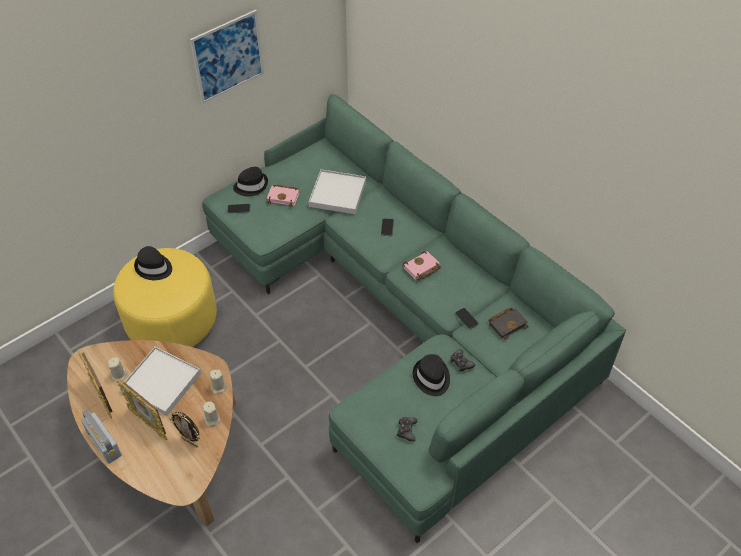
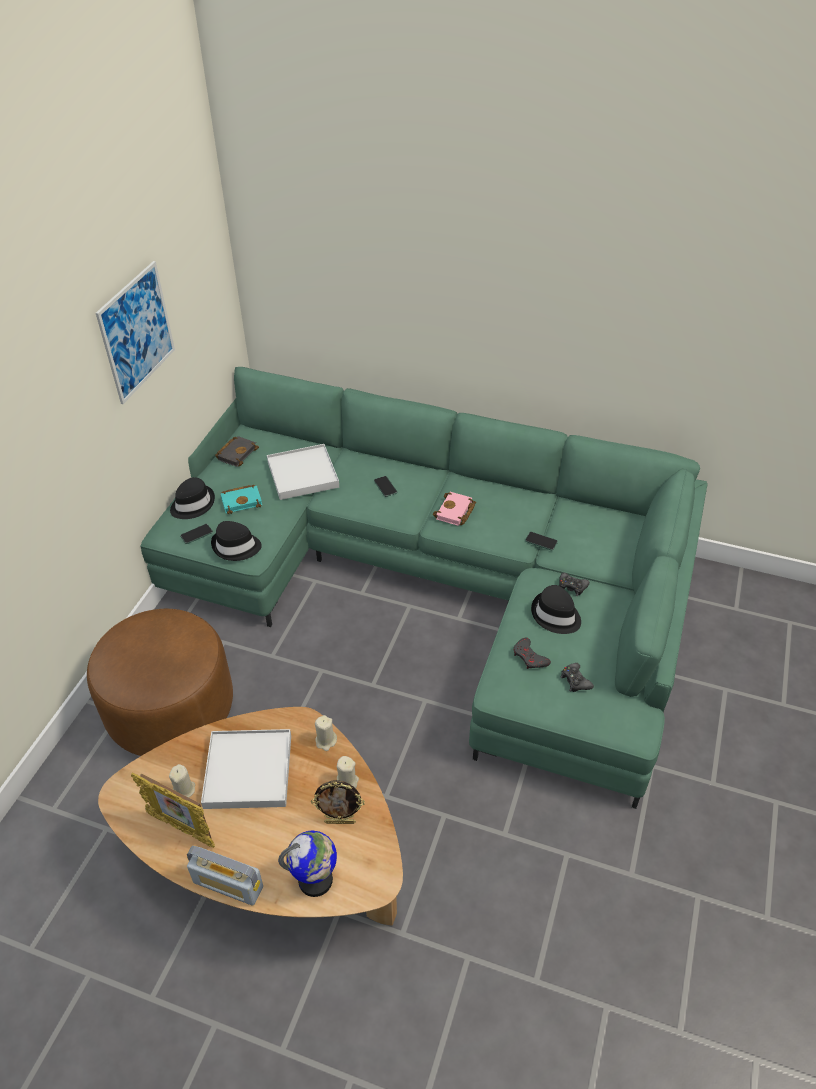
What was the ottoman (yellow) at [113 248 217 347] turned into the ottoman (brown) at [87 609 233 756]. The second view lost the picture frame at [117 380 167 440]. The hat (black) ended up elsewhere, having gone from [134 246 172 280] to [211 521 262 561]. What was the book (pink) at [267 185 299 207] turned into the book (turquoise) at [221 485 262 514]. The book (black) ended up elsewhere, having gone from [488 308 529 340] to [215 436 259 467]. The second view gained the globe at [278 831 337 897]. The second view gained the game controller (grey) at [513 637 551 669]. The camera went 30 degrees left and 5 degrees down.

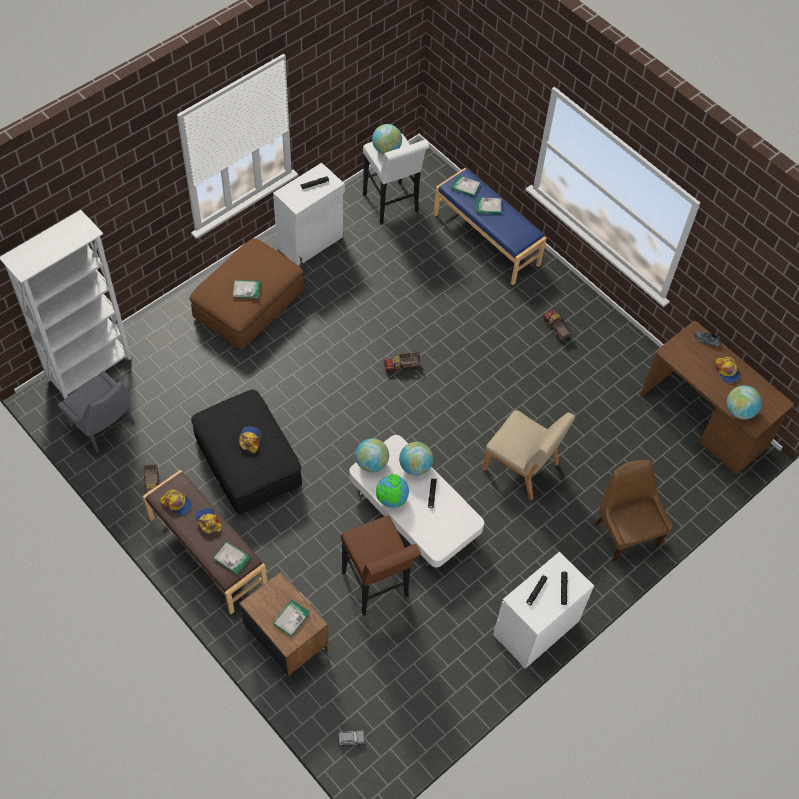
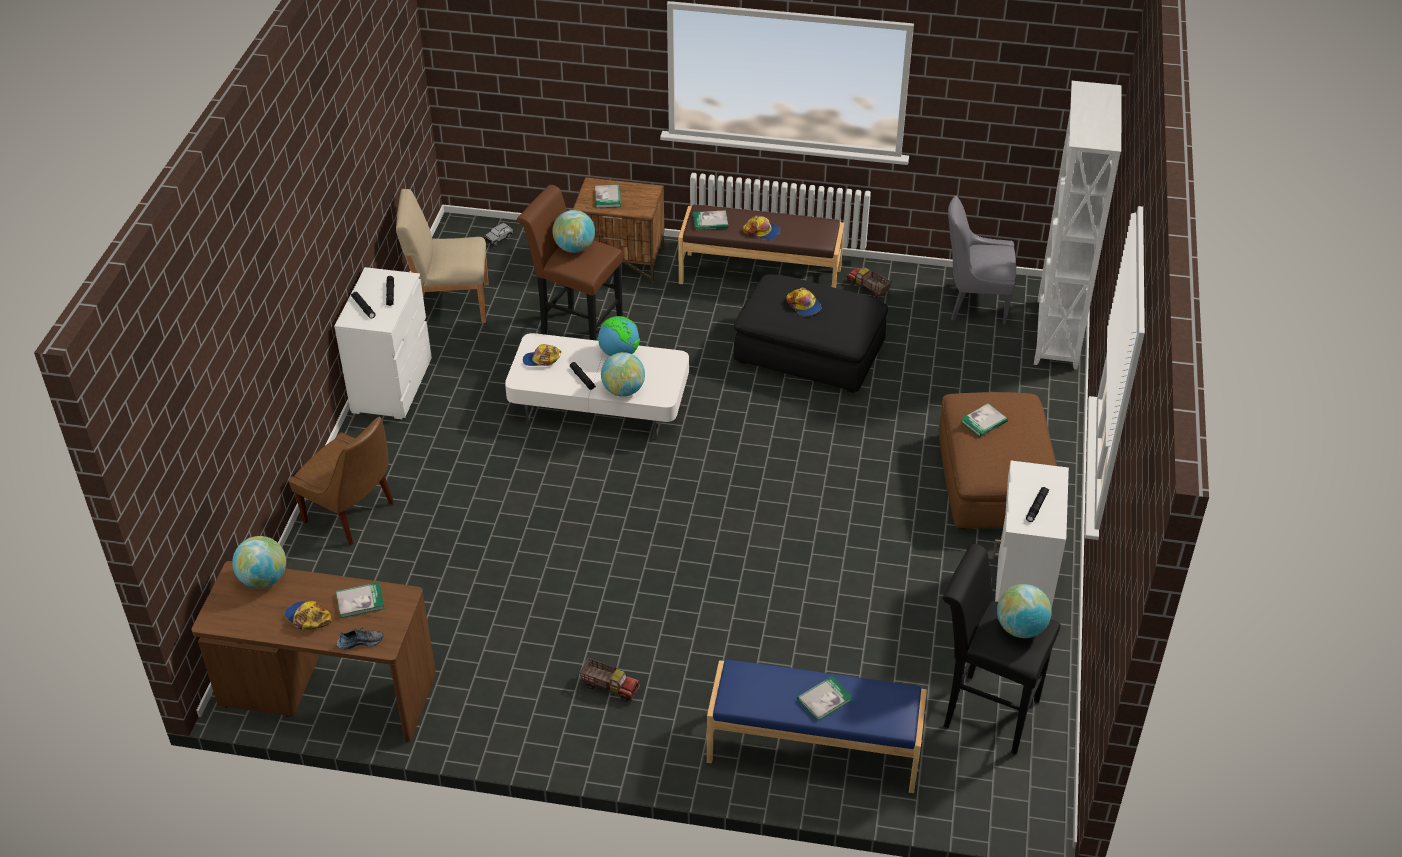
The cap ended up elsewhere, having gone from [160 489 192 516] to [523 344 561 366]. The globe ended up elsewhere, having gone from [355 438 389 472] to [552 210 595 253]. What was the stool (white) at [363 134 429 225] turned into the stool (black) at [943 544 1061 755]. The second view lost the toy truck at [384 352 421 373]. The book ended up elsewhere, having gone from [451 175 480 197] to [336 582 385 618]. The chair (beige) ended up elsewhere, having gone from [483 410 575 500] to [396 189 489 323]. The camera went 145 degrees right and 15 degrees down.

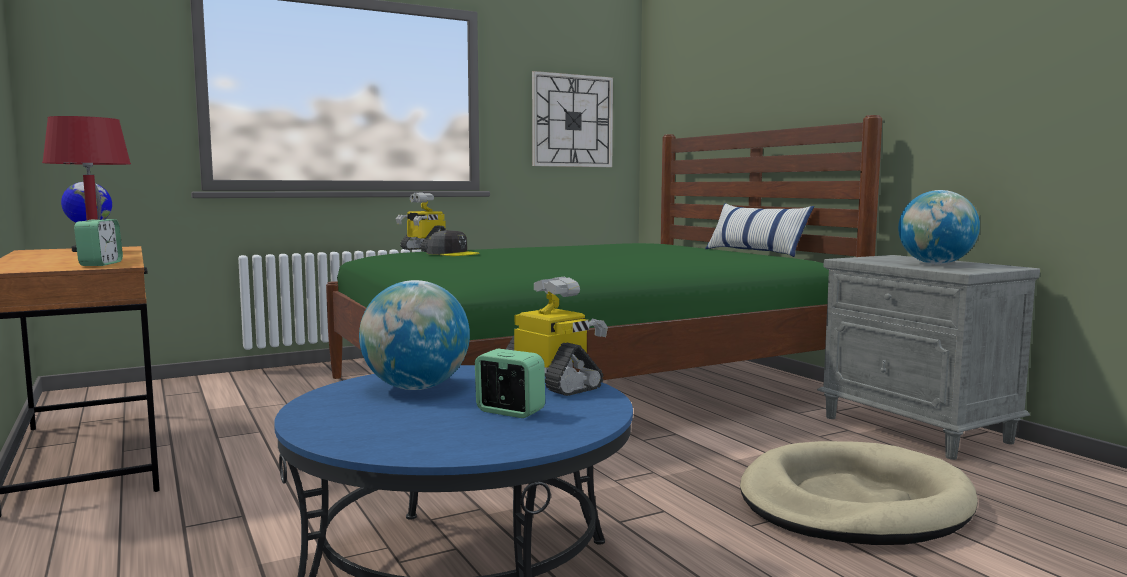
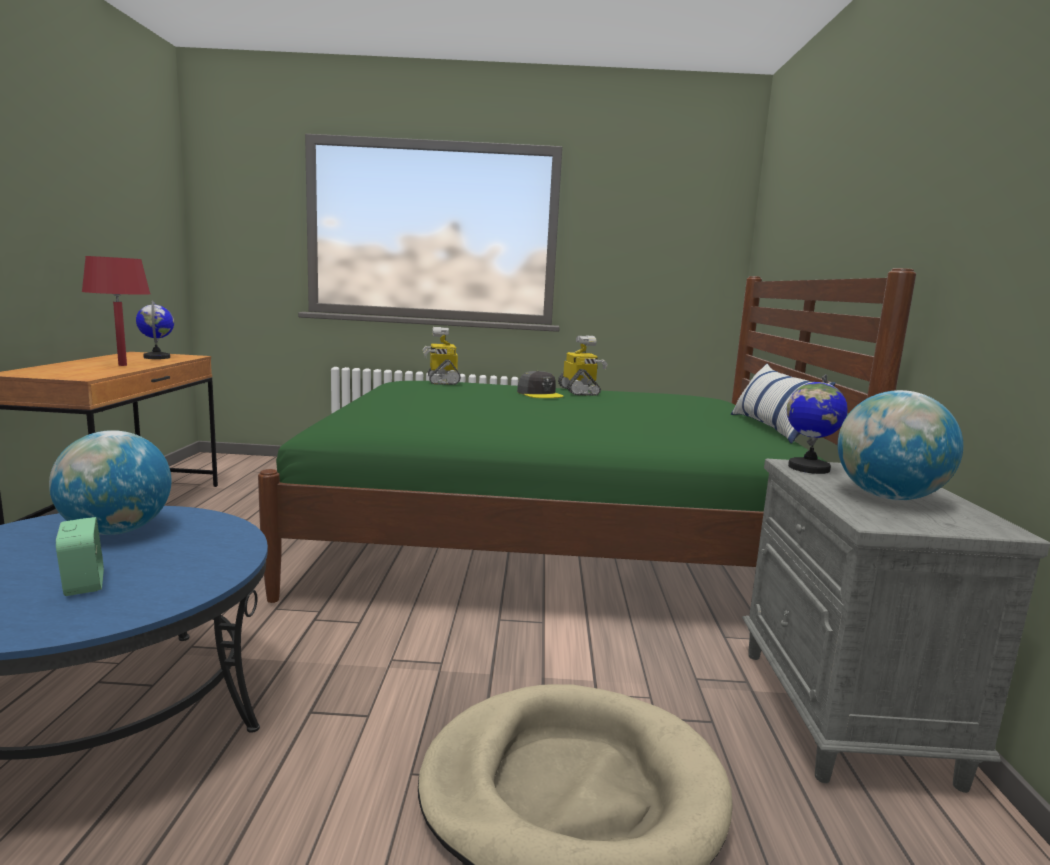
The second view lost the alarm clock at [74 219 123 266]. The cap (grey) ended up elsewhere, having gone from [427 230 480 256] to [517 370 564 398]. The toy robot ended up elsewhere, having gone from [506 276 608 396] to [558 336 608 396]. The second view lost the wall clock at [532 71 613 167]. The second view gained the globe at [787 374 848 474]. The camera went 30 degrees right and 5 degrees up.

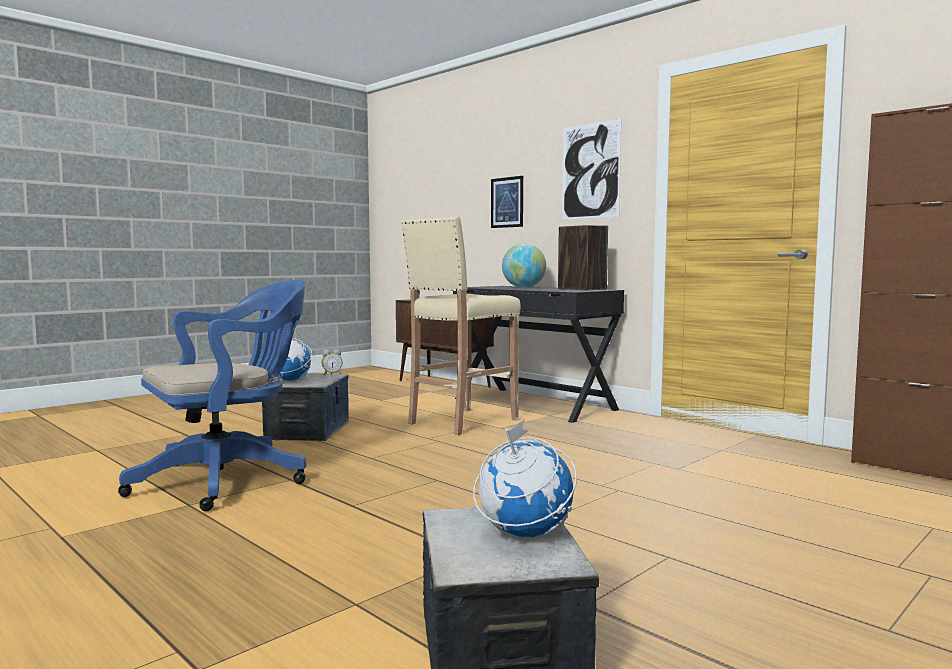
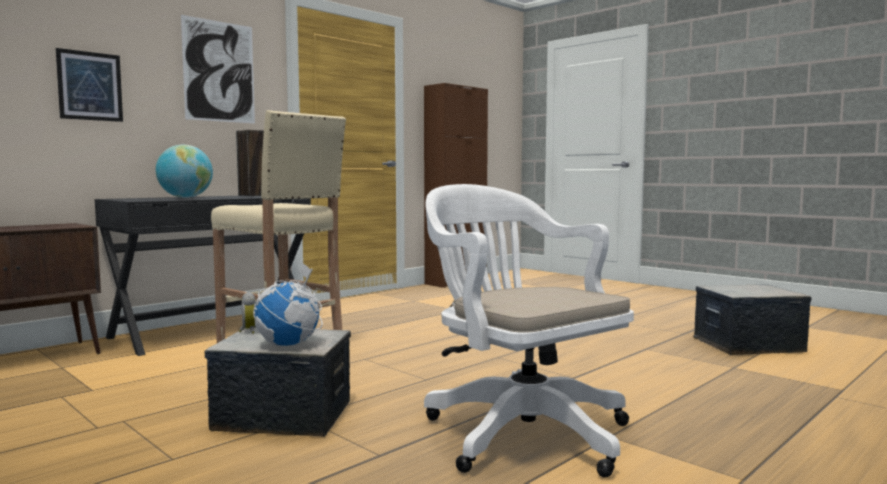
What was the office chair (blue) at [118 280 306 511] turned into the office chair (white) at [424 184 634 478]. The second view lost the globe at [473 419 577 537]. The camera went 90 degrees left and 0 degrees up.

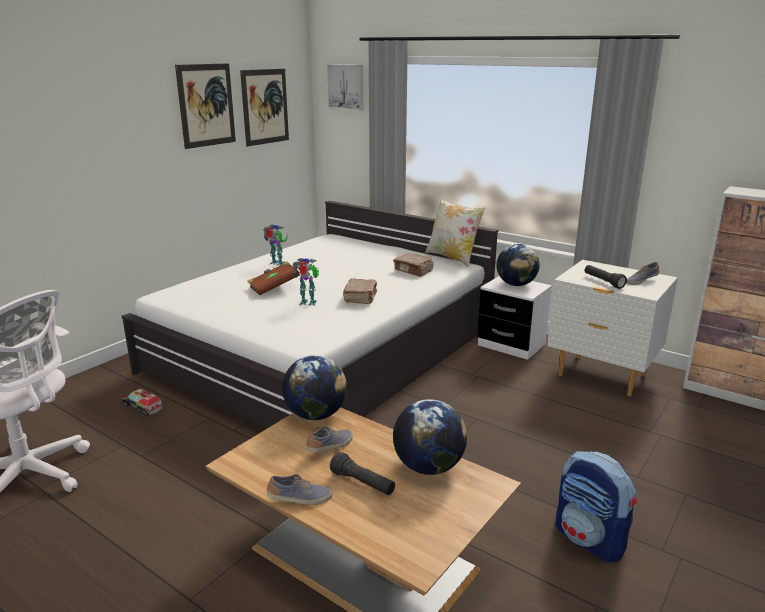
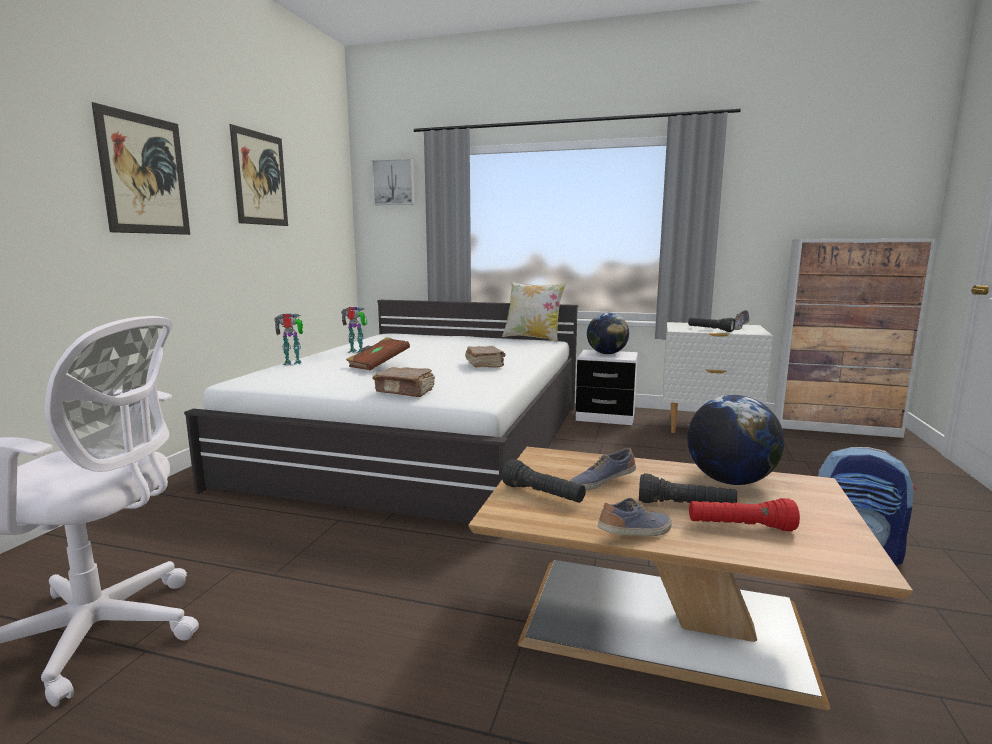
The second view lost the toy truck at [121 389 162 416]. The picture ended up elsewhere, having gone from [240 69 289 146] to [92 102 190 235]. The second view lost the globe at [282 355 347 420]. The toy robot ended up elsewhere, having gone from [293 258 319 306] to [274 314 303 365]. The shoe at [306 426 353 452] ended up facing another way, 135 degrees counterclockwise from before. The book (brown) ended up elsewhere, having gone from [393 253 434 277] to [373 367 435 397]. The second view gained the flashlight (black) at [501 459 586 503]. The second view gained the flashlight (red) at [689 498 800 531]. The camera went 20 degrees left and 10 degrees down.

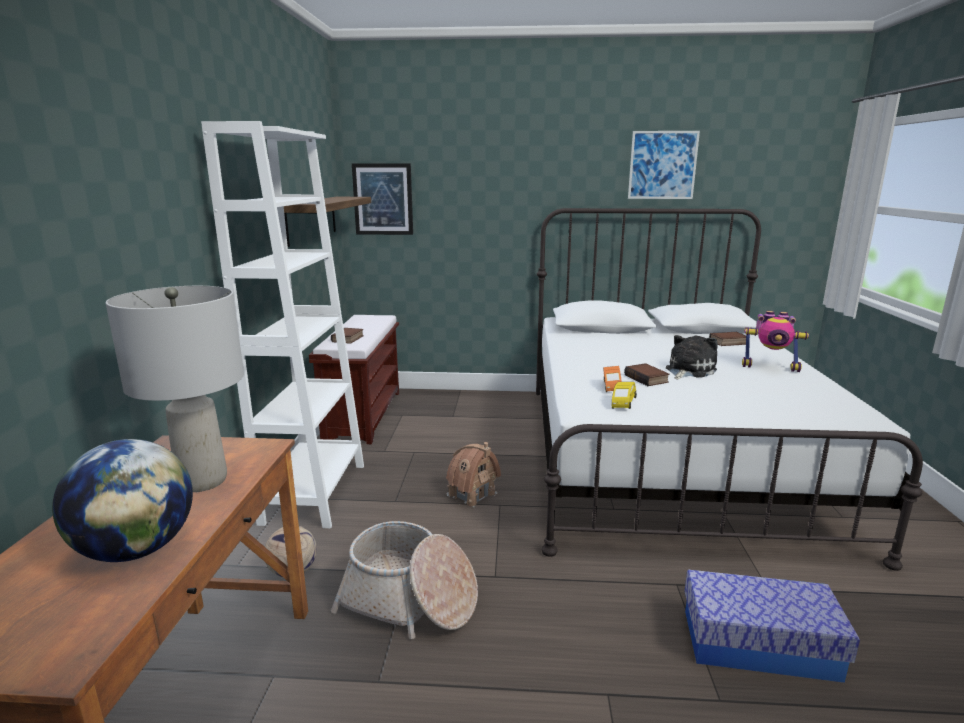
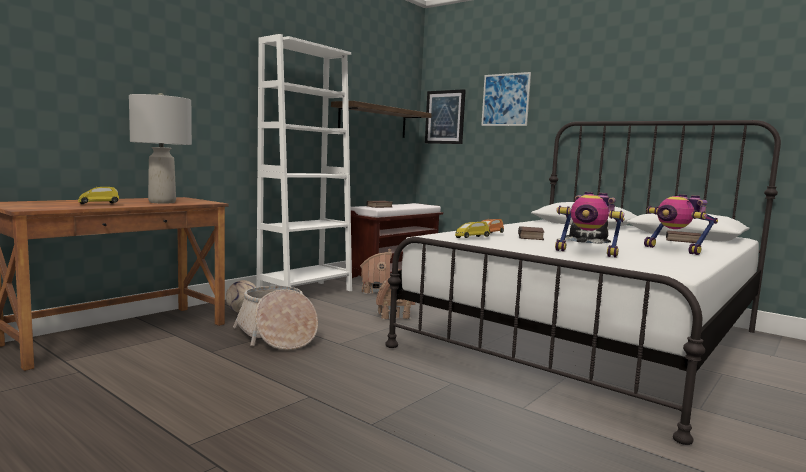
Where the globe stood at [52 439 193 562], the toy car (yellow) came to stand at [78 187 119 204]. The picture ended up elsewhere, having gone from [628 131 700 199] to [481 72 531 126]. The second view lost the storage box at [685 570 860 683]. The second view gained the toy house at [360 249 392 294]. The second view gained the toy robot at [555 192 624 258]. The camera went 35 degrees right and 10 degrees down.

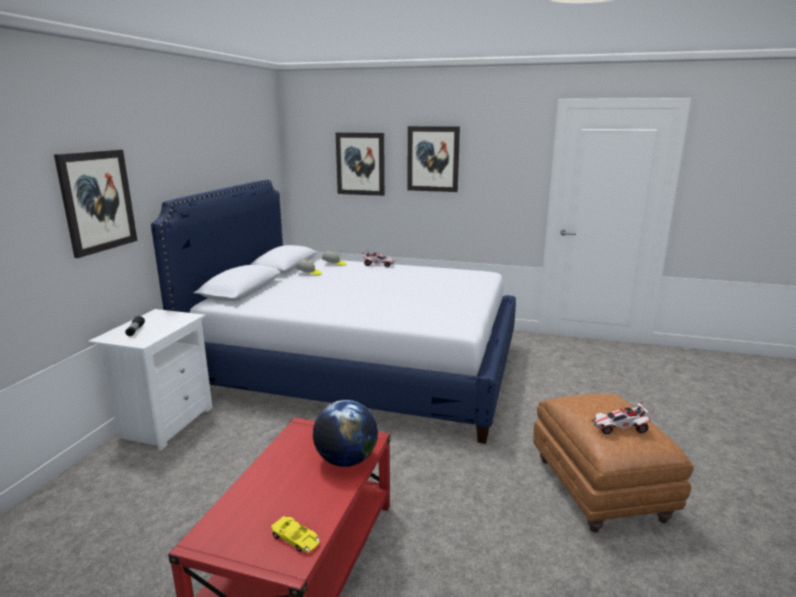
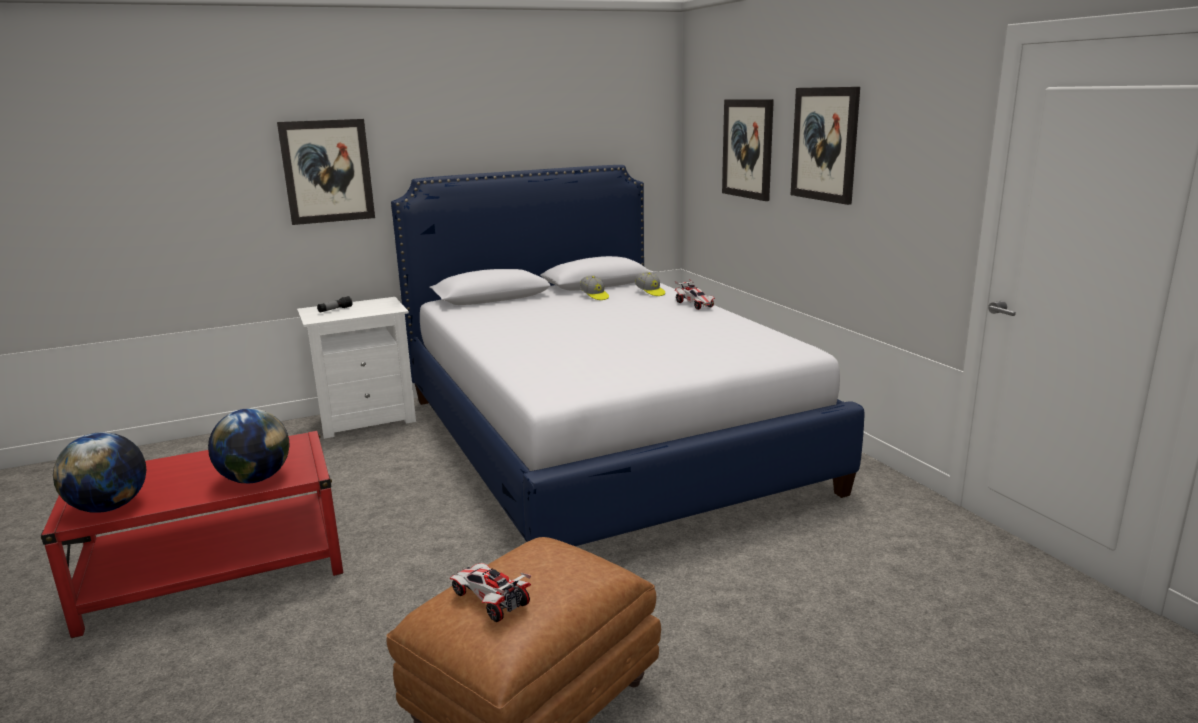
Where the toy car (yellow) stood at [271 516 320 552], the globe came to stand at [53 432 146 513]. The camera went 50 degrees right and 0 degrees up.

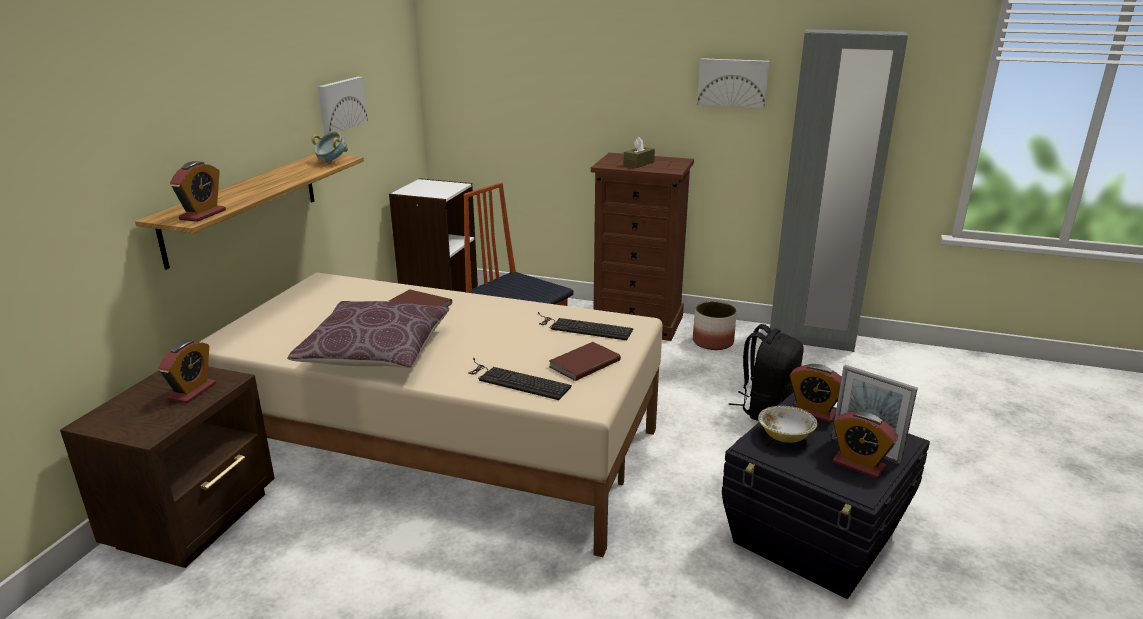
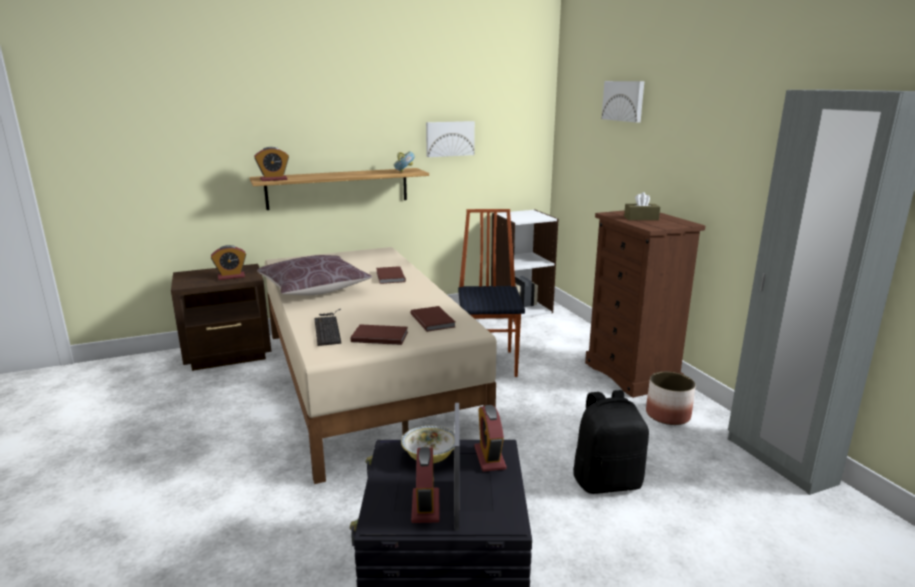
Where the keyboard stood at [538 312 633 340], the book (brown) came to stand at [410 306 455 332]. The picture ended up elsewhere, having gone from [697 58 770 108] to [602 81 644 123]. The camera went 50 degrees right and 5 degrees down.

